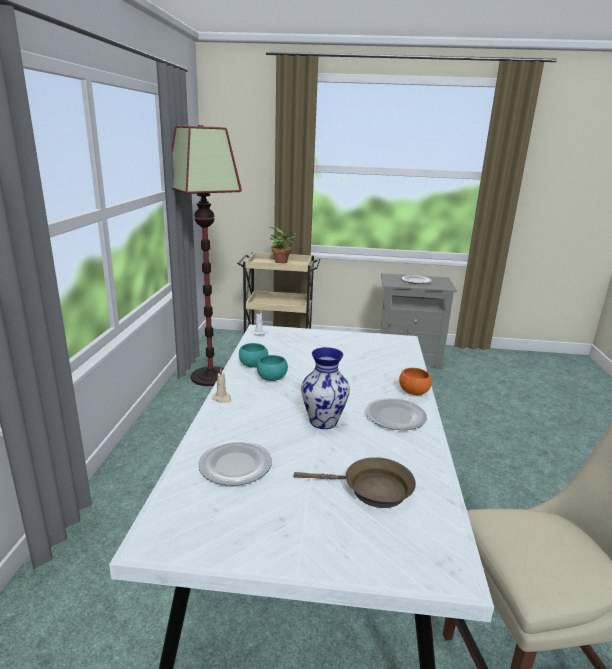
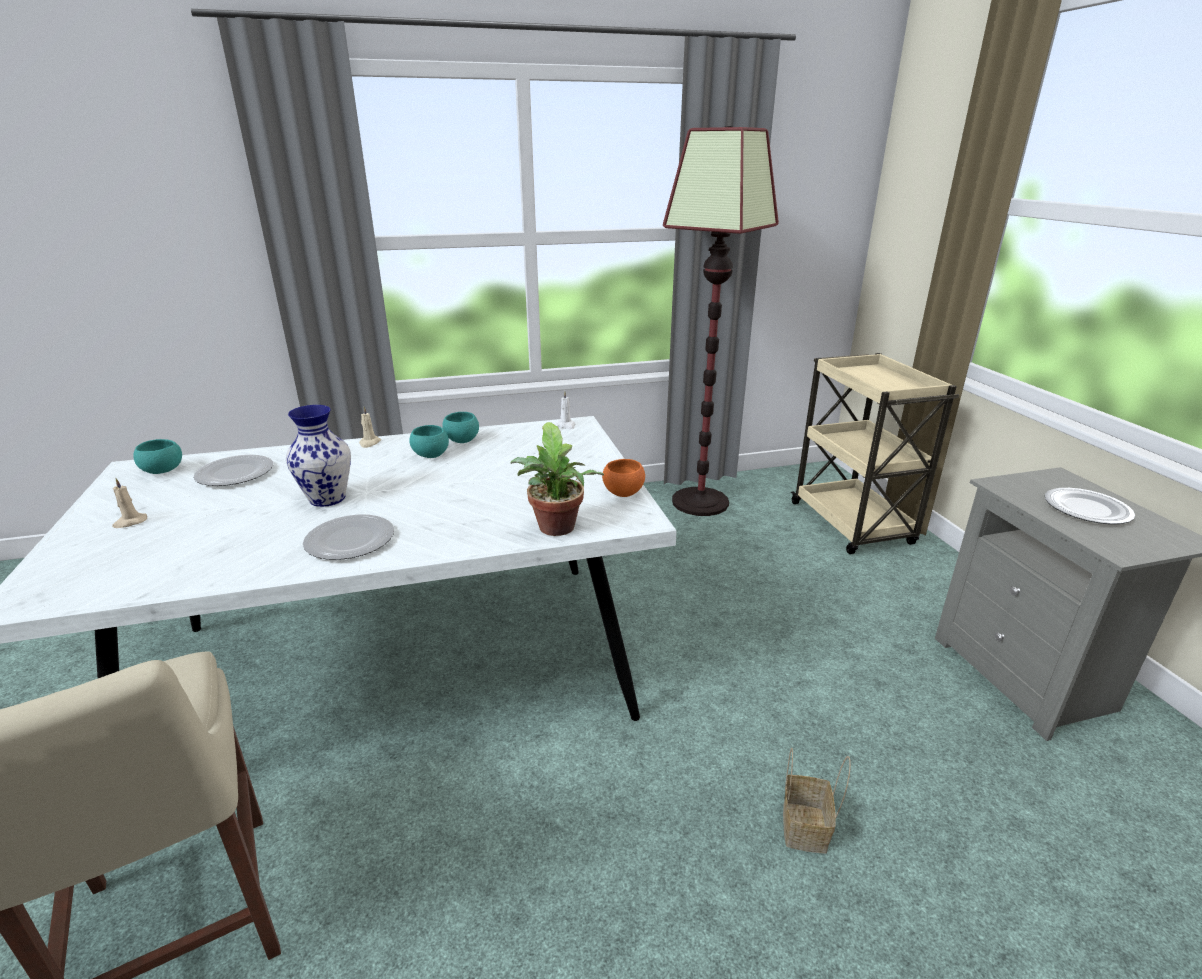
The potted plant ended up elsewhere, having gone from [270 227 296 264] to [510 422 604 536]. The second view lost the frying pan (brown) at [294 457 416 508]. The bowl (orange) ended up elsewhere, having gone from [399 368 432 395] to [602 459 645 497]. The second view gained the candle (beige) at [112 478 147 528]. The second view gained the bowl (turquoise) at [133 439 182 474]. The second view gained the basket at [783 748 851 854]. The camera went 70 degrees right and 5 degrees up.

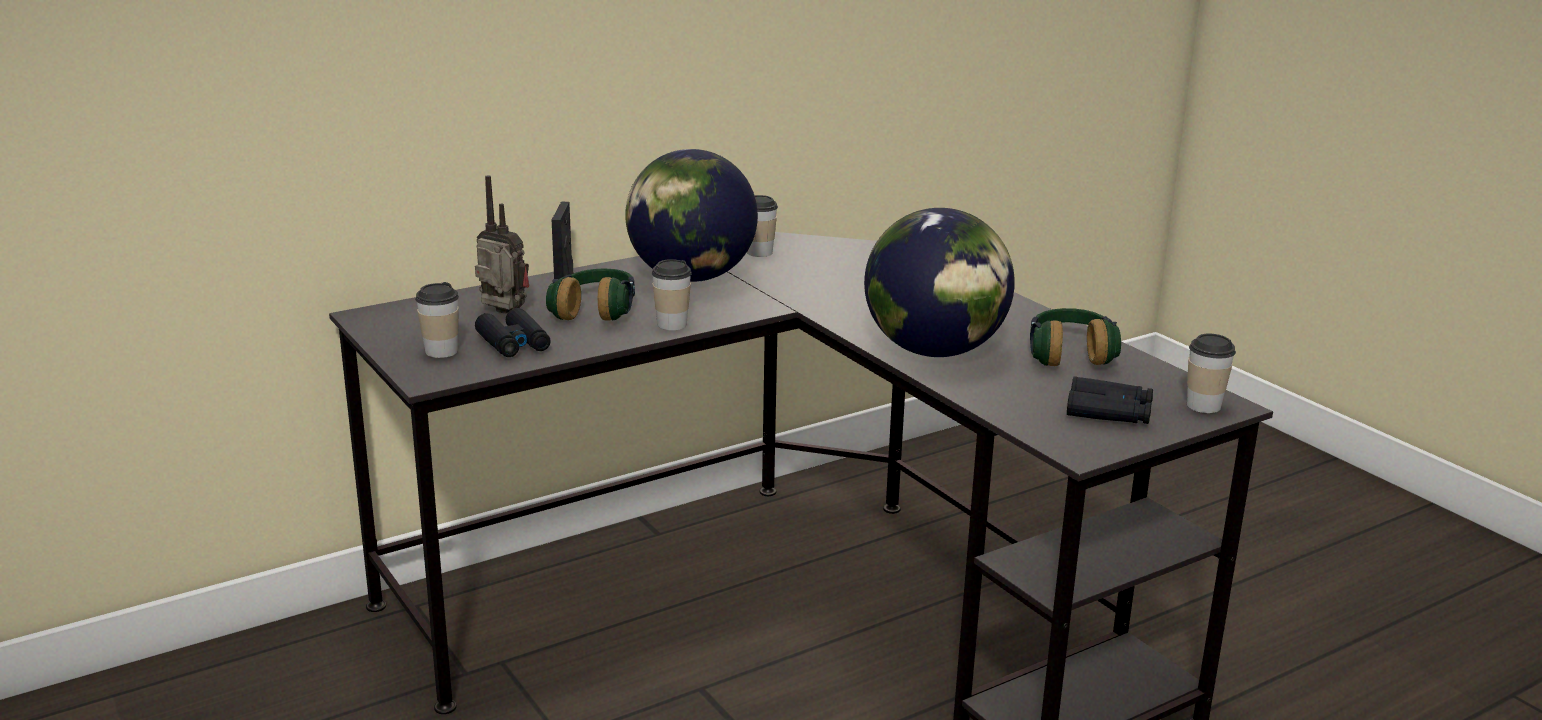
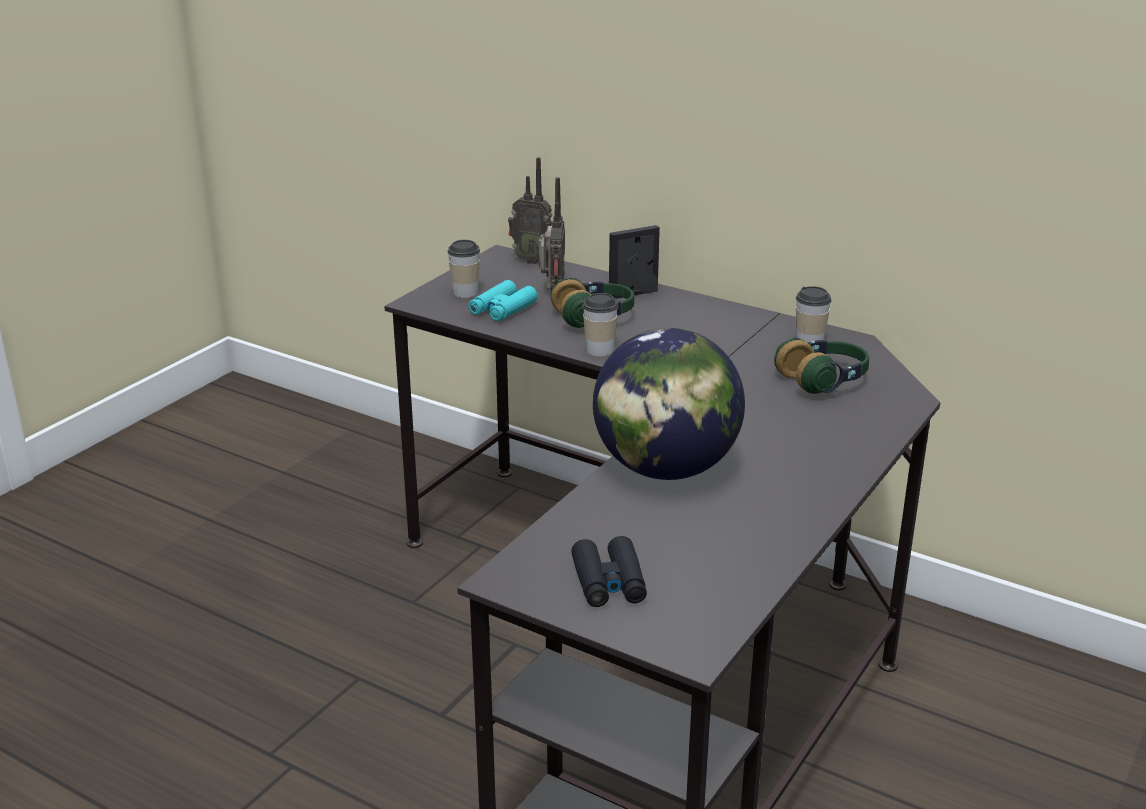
What was the binoculars (black) at [475 308 551 357] turned into the binoculars (turquoise) at [468 280 538 321]. The second view lost the globe at [625 149 758 282]. The headphones ended up elsewhere, having gone from [1030 308 1121 366] to [774 338 869 394]. The second view lost the cup at [1187 334 1236 413]. The second view gained the radio at [508 157 552 264]. The camera went 65 degrees right and 5 degrees up.

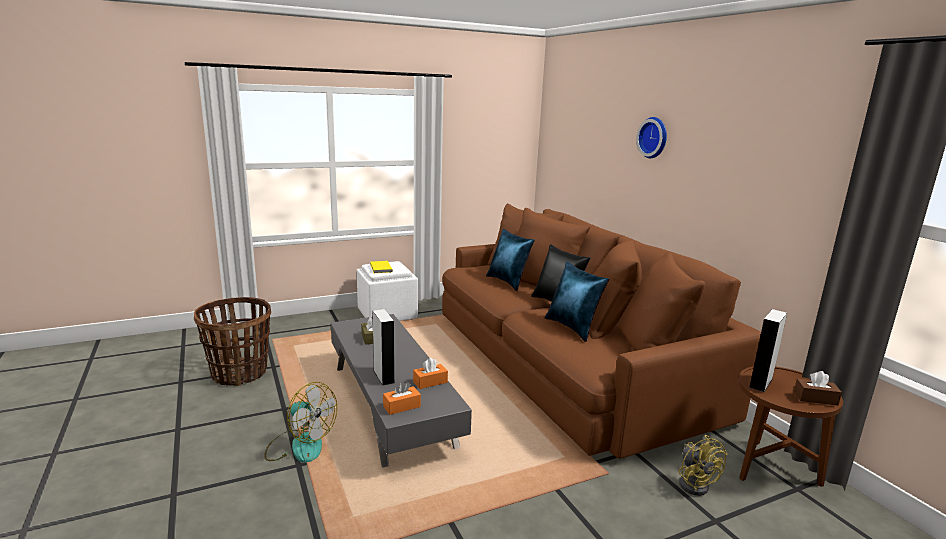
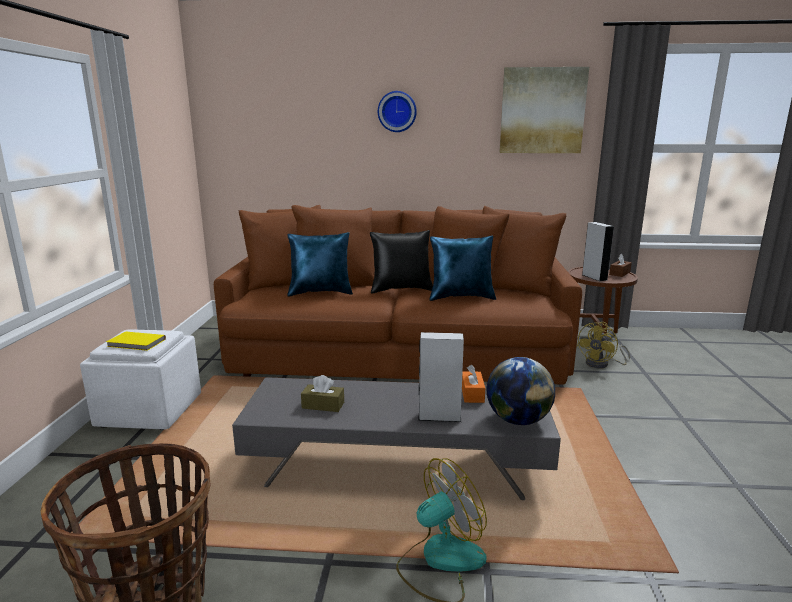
Where the tissue box (orange) stood at [383 382 421 415], the globe came to stand at [486 357 555 425]. The fan (yellow) at [679 435 727 496] ended up facing another way, 120 degrees clockwise from before. The second view gained the picture at [499 67 589 153]. The camera went 60 degrees left and 0 degrees up.

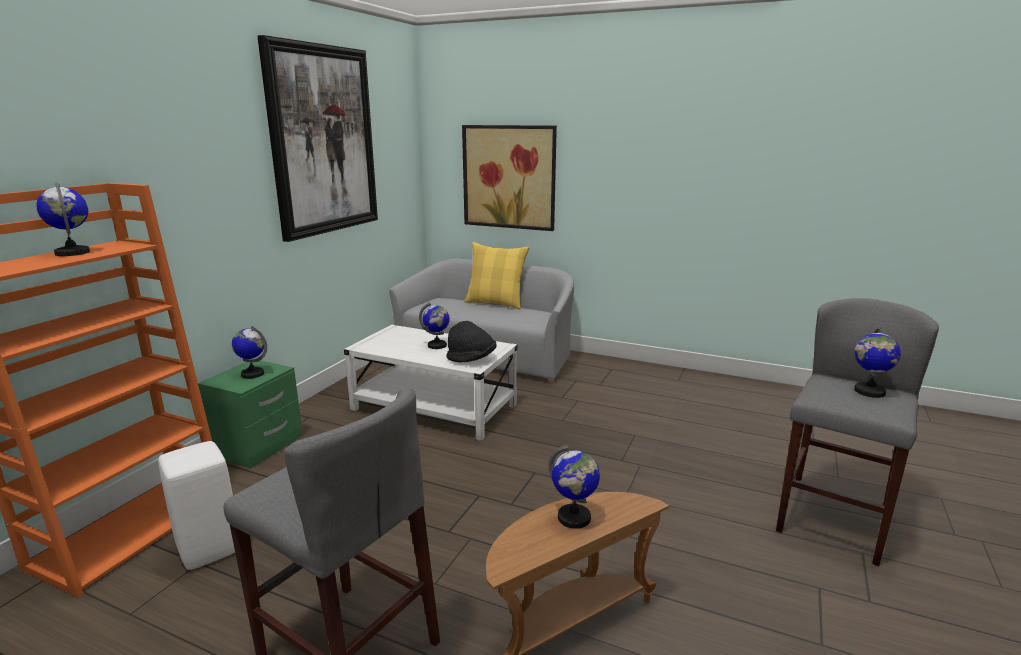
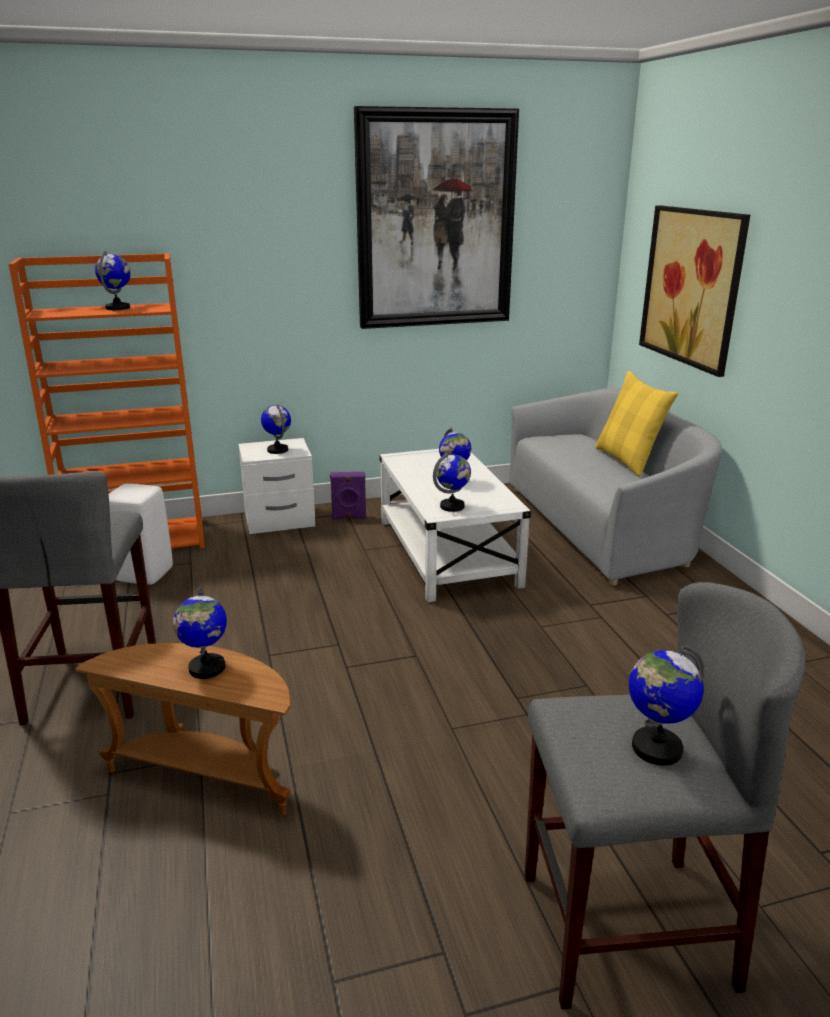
What was the nightstand (green) at [198 361 301 468] turned into the nightstand (white) at [238 438 315 534]. Where the hat (black) stood at [446 321 497 362], the globe came to stand at [433 453 471 512]. The second view gained the speaker (purple) at [330 472 367 519]. The camera went 50 degrees right and 5 degrees up.

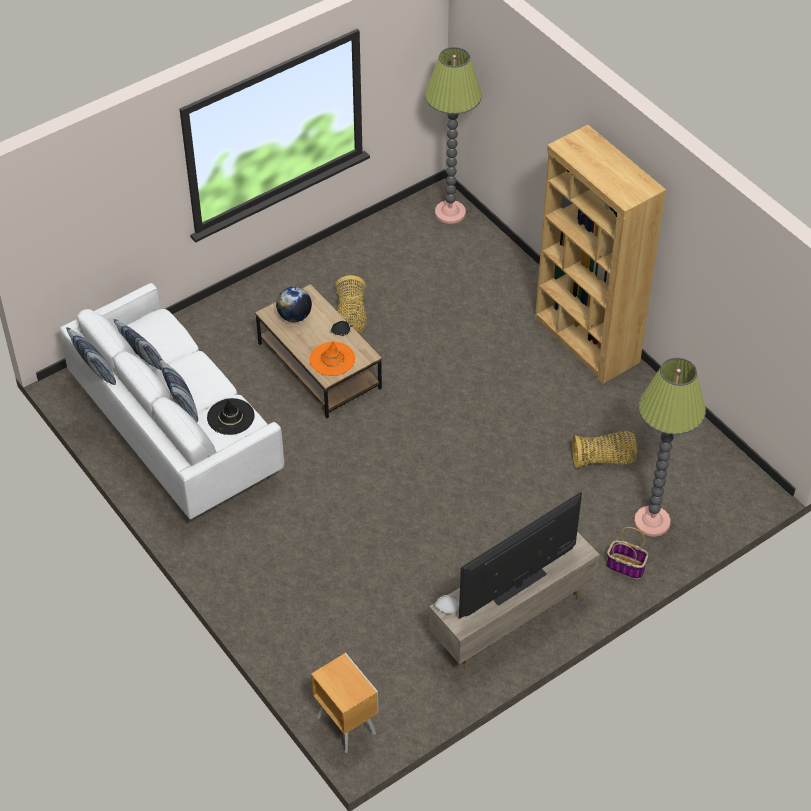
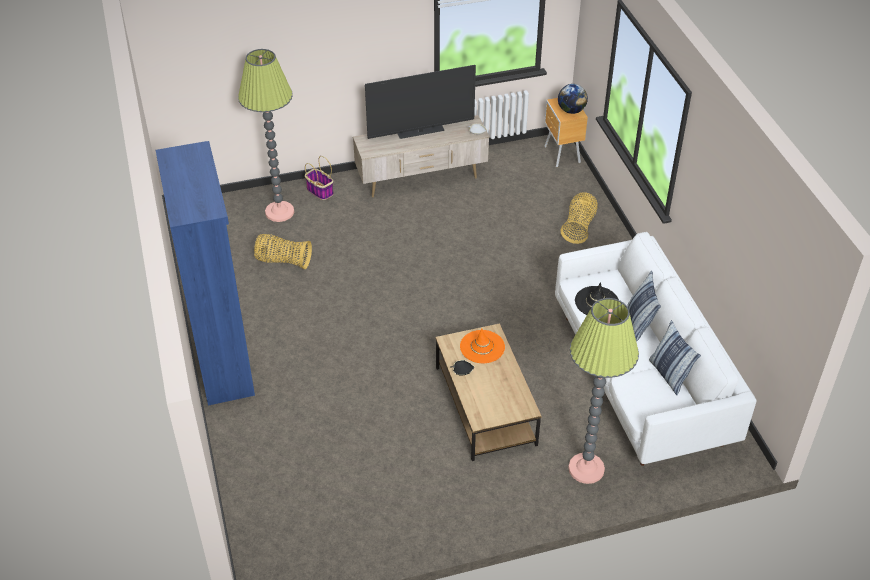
The second view lost the pillow at [66 327 116 385]. The globe ended up elsewhere, having gone from [276 287 312 322] to [558 84 588 114]. The basket ended up elsewhere, having gone from [335 275 367 334] to [561 192 598 244]. The floor lamp ended up elsewhere, having gone from [425 47 482 224] to [568 298 639 484]. What was the bookcase (brown) at [535 125 666 384] turned into the bookcase (blue) at [156 141 255 406]. The camera went 160 degrees left and 5 degrees down.

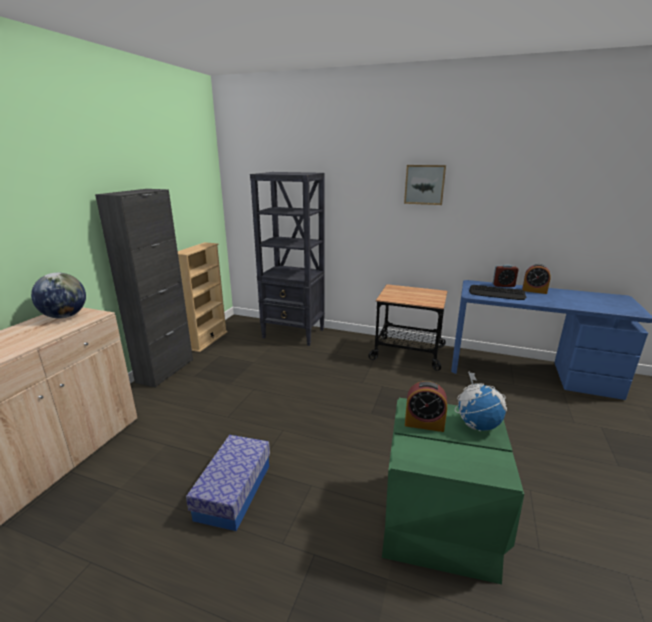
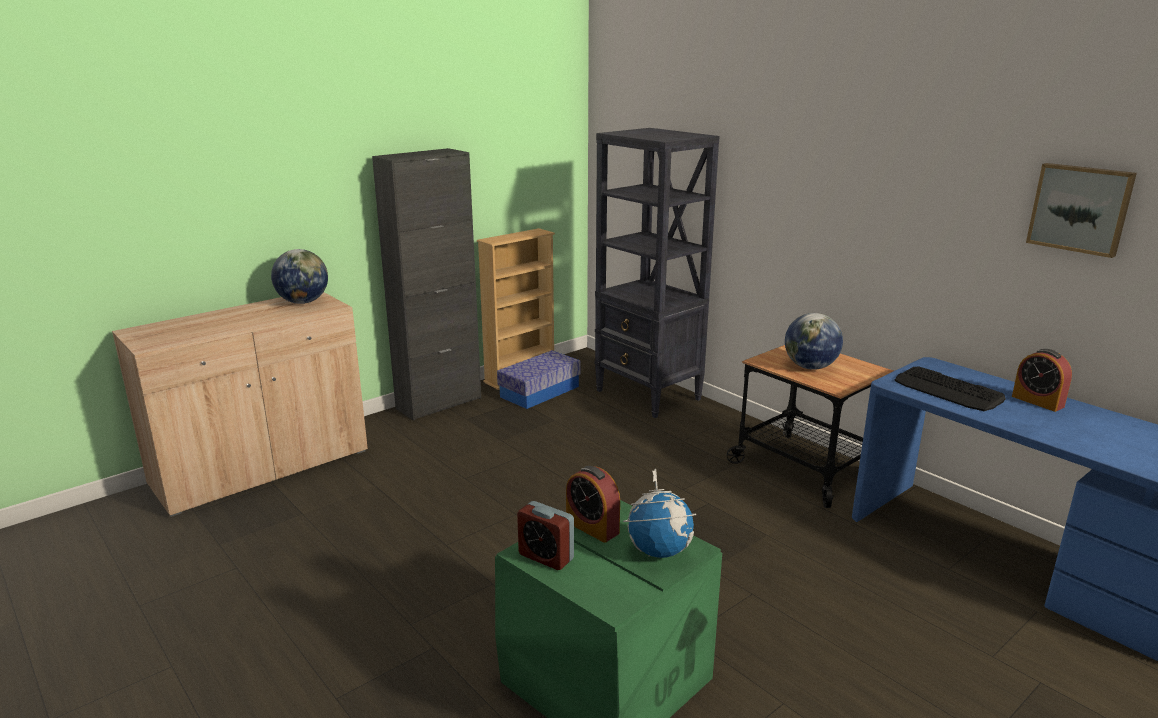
The storage box ended up elsewhere, having gone from [186 435 270 531] to [497 350 580 409]. The picture ended up elsewhere, having gone from [404 165 446 205] to [1026 163 1137 258]. The alarm clock ended up elsewhere, having gone from [493 264 519 287] to [517 501 574 570]. The second view gained the globe at [785 313 843 370]. The camera went 30 degrees right and 0 degrees up.

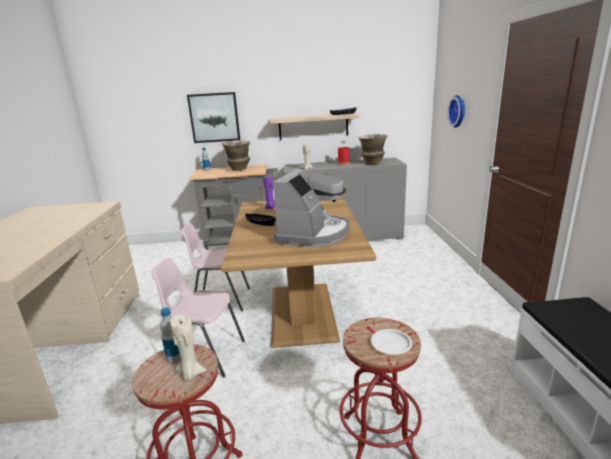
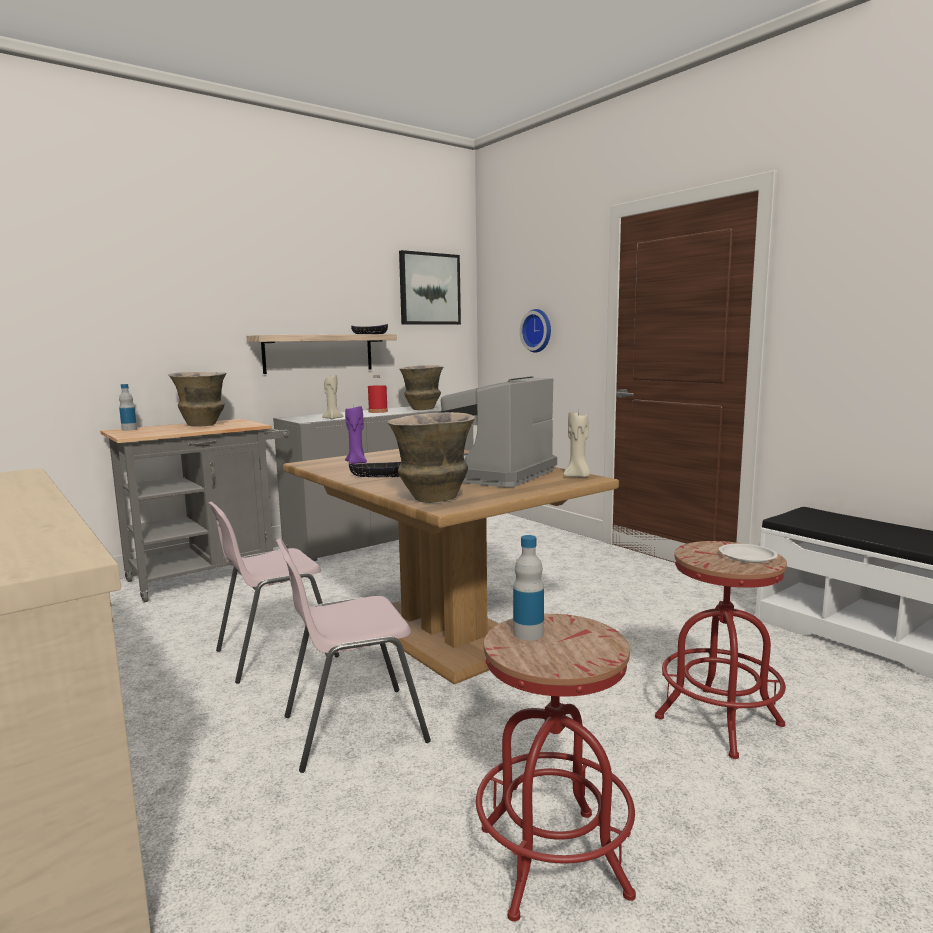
The candle (beige) ended up elsewhere, having gone from [170 315 206 381] to [564 411 590 477]. The picture ended up elsewhere, having gone from [187 92 240 143] to [399 250 461 325]. The coffee machine at [273 169 350 247] ended up facing another way, 135 degrees counterclockwise from before. The second view gained the vase at [387 412 475 503]. The camera went 35 degrees left and 10 degrees down.

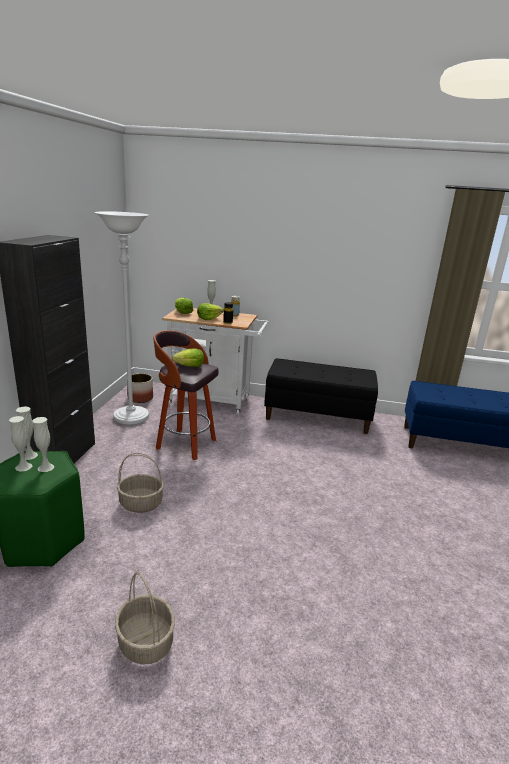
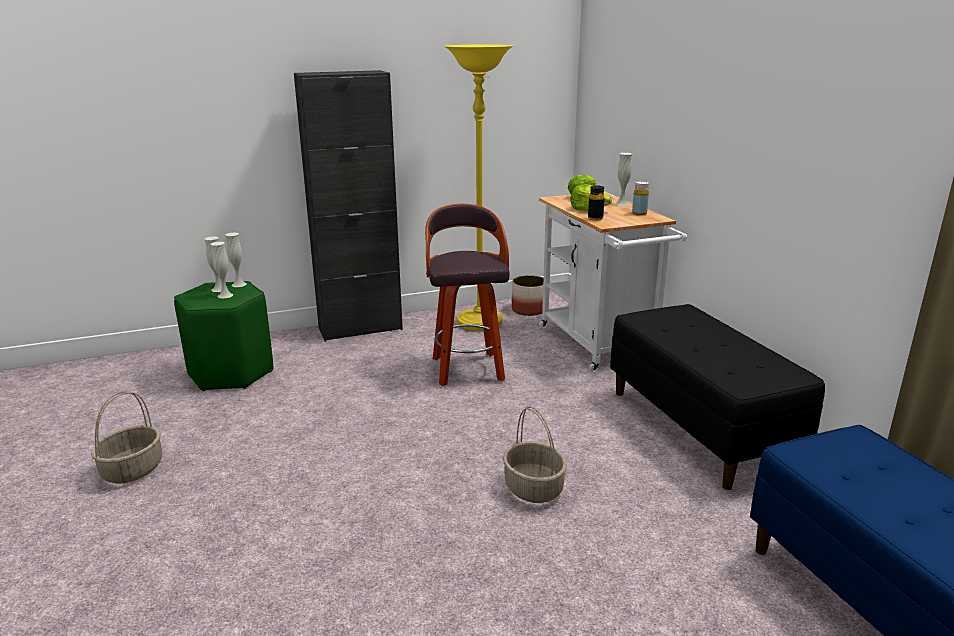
What was the floor lamp (white) at [95 211 149 425] turned into the floor lamp (yellow) at [444 44 513 331]. The basket ended up elsewhere, having gone from [117 453 164 513] to [503 406 567 503]. The second view lost the lettuce at [172 348 204 367]. The camera went 60 degrees right and 0 degrees up.

